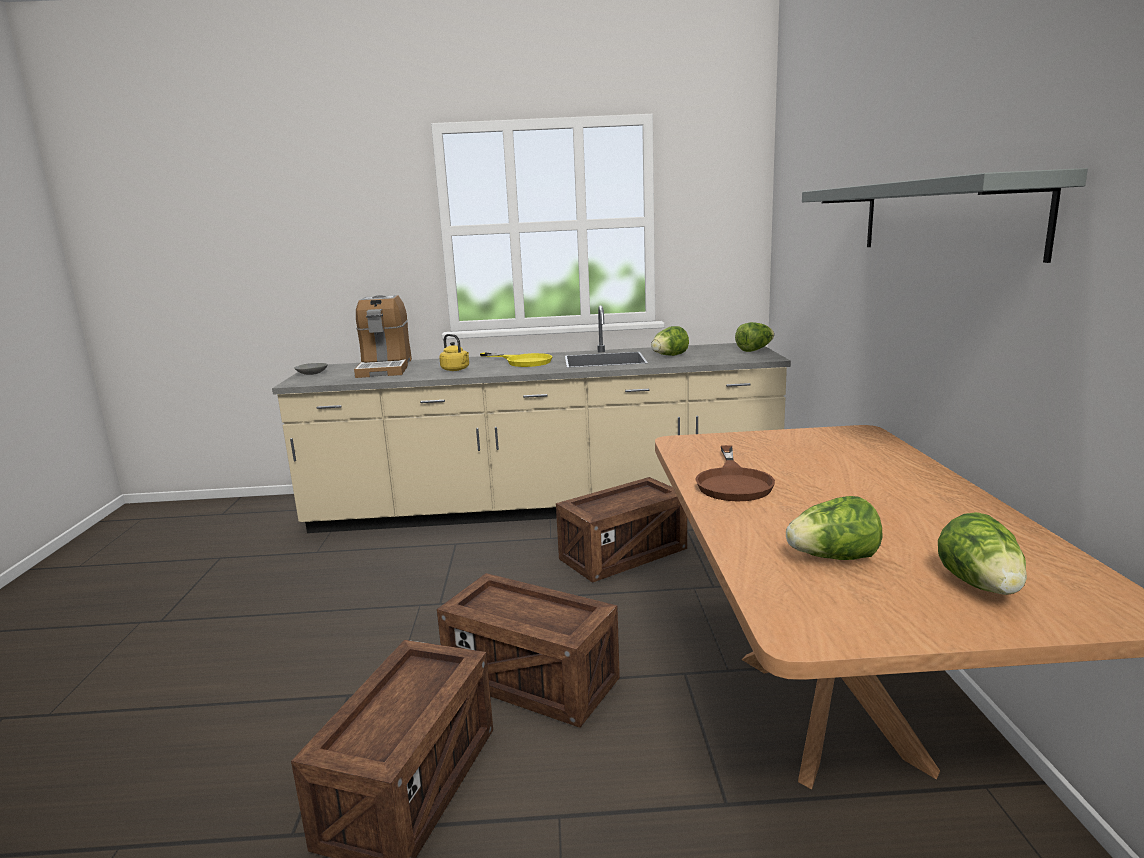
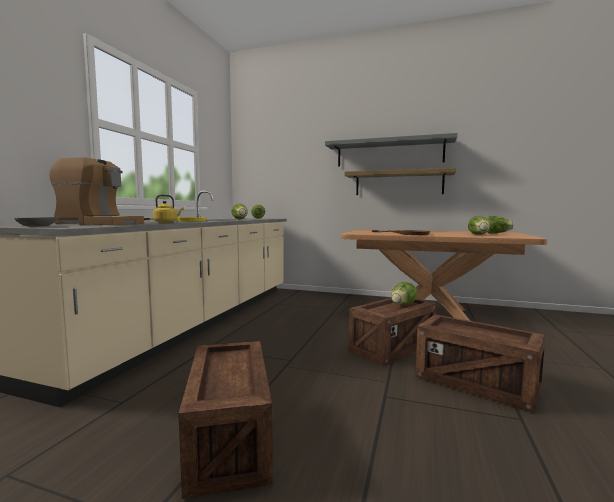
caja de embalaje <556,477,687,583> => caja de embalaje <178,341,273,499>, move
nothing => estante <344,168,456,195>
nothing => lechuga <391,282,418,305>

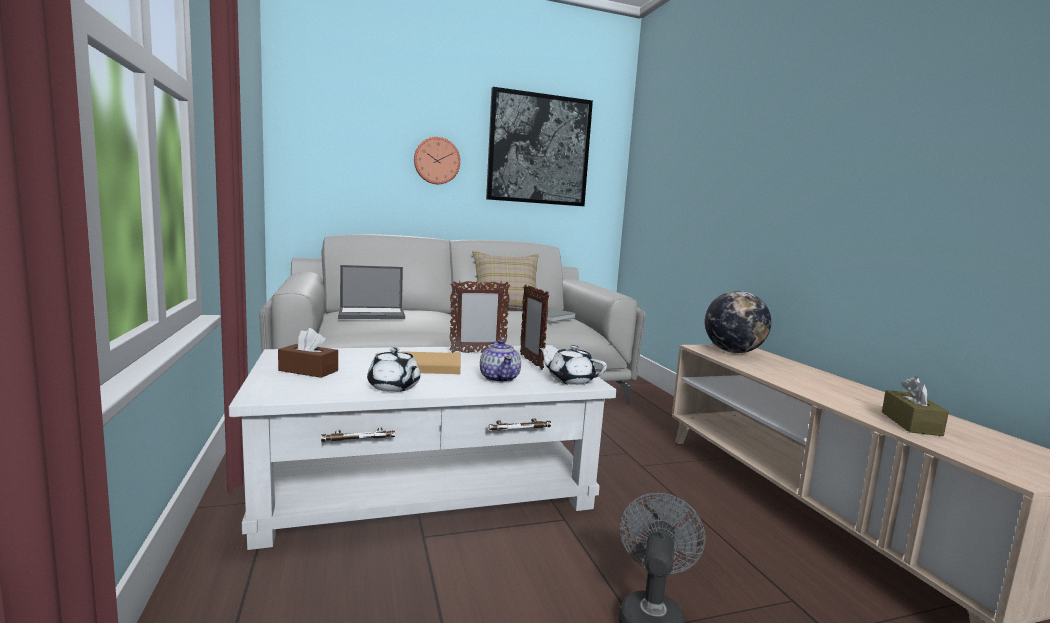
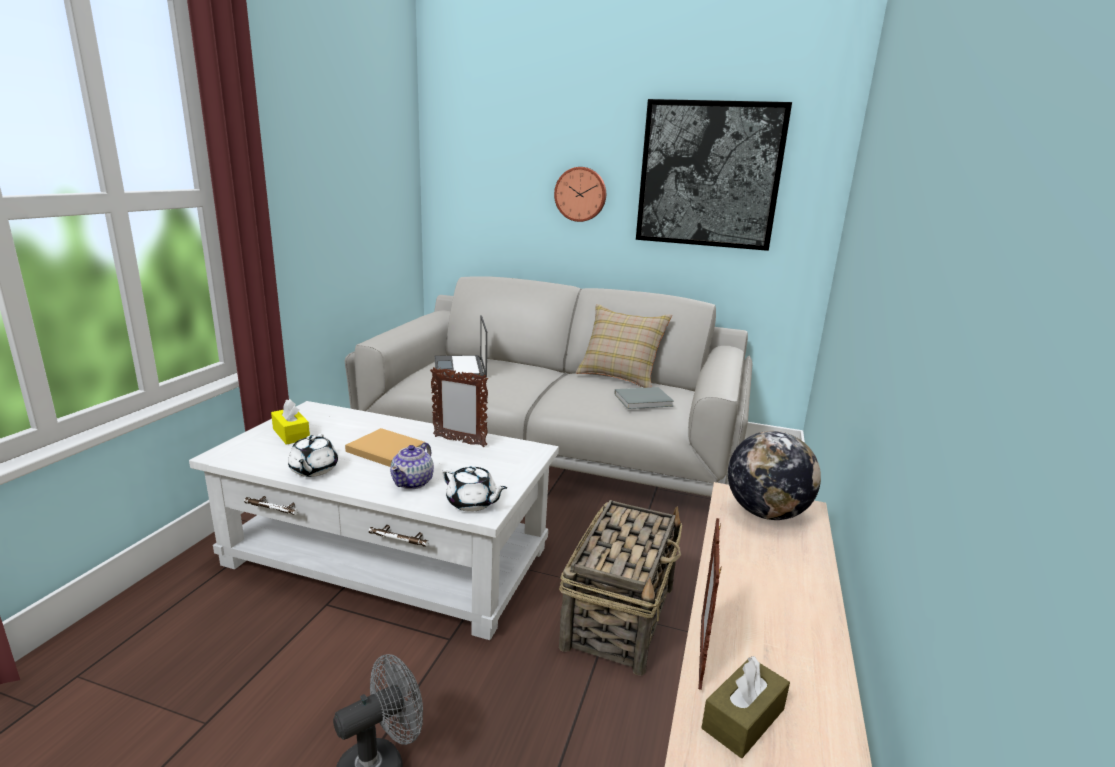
caja de pañuelos/marrón <278,328,338,378> => caja de pañuelos/amarillo <271,399,310,445>
portátil <338,265,405,319> => portátil <435,315,487,378>, 60 degrees clockwise
portarretratos <520,284,549,370> => portarretratos <698,518,722,690>, move
tetera/blanco <538,345,607,385> => tetera/blanco <442,466,507,512>, 150 degrees clockwise
nothing => cesta <559,500,682,676>

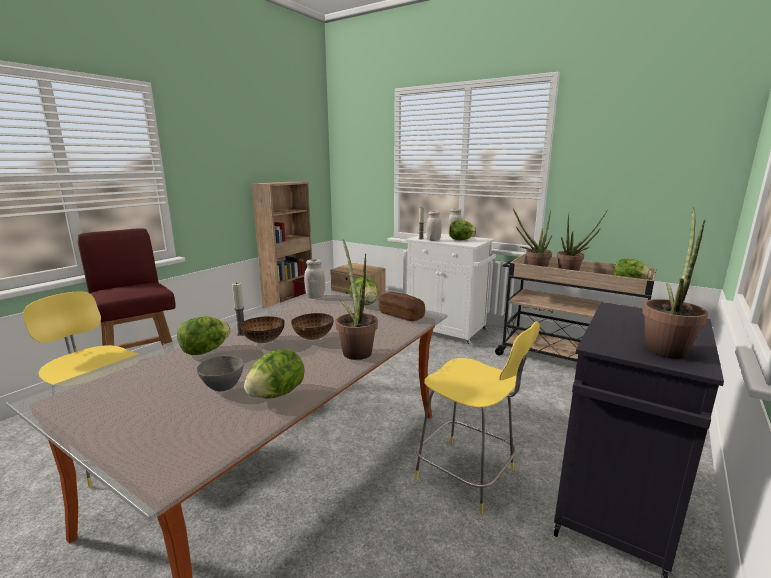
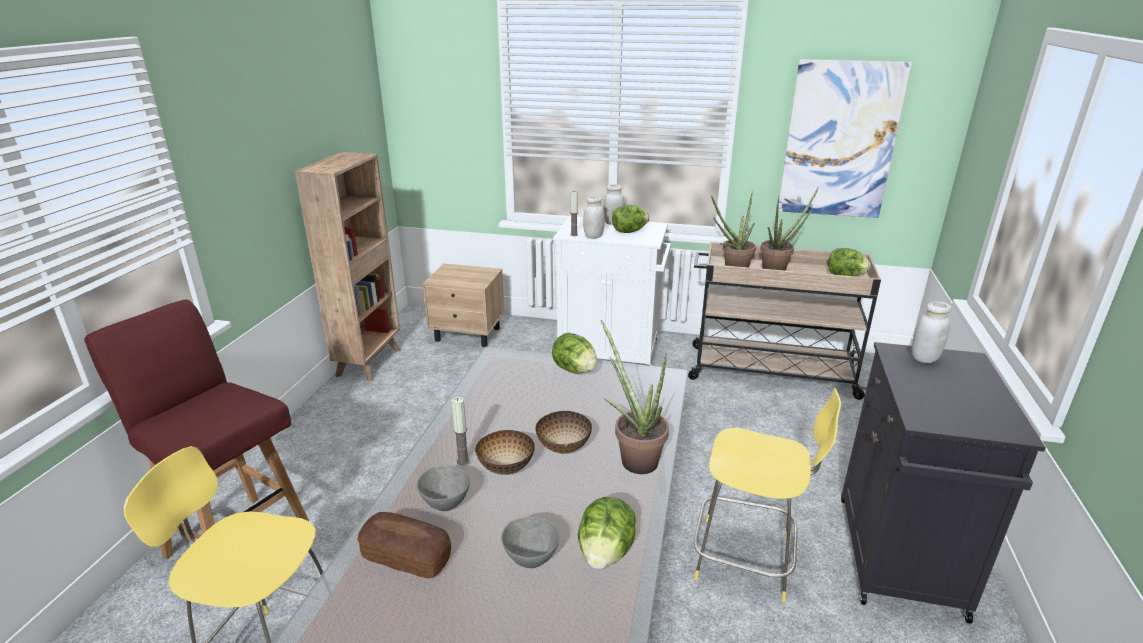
lechuga <177,316,231,355> => cuenco/gris <417,466,470,511>
tarro/blanco <304,259,325,298> => tarro/blanco <912,301,951,363>, move
pan <379,292,425,321> => pan <357,512,451,578>, move
planta en maceta <642,207,708,359> => nothing
nothing => cuadro <778,59,912,218>

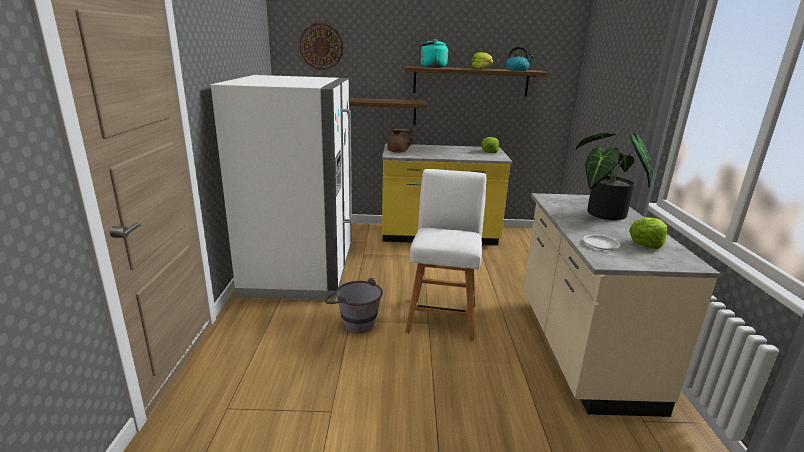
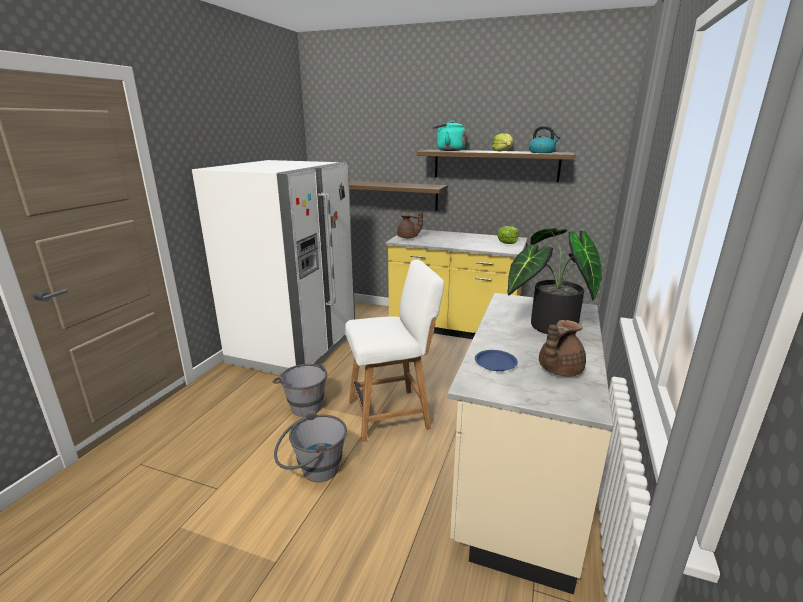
reloj de pared <299,23,343,70> => nothing
silla/blanco <405,169,487,341> => silla/blanco <345,260,444,442>, 45 degrees clockwise
plato/blanco <583,235,621,250> => plato/azul <475,350,518,371>
lechuga <629,217,667,249> => tetera/marrón <539,320,586,377>
nothing => cubo/gris <274,411,347,482>

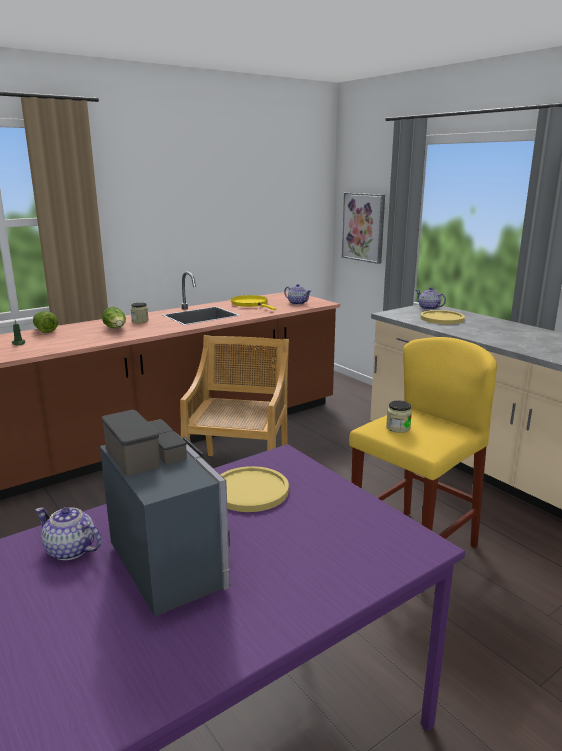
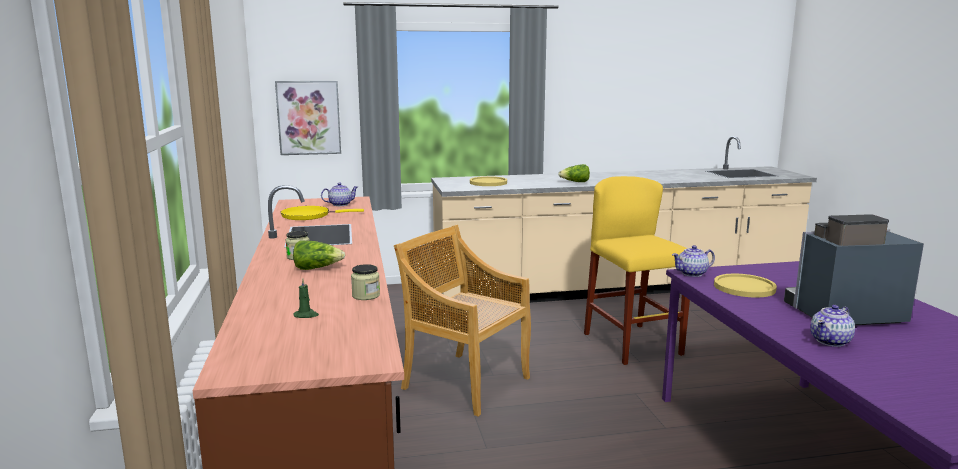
lechuga <33,311,58,333> => lechuga <558,164,590,182>, move
tarro <386,400,412,433> => tarro <351,264,380,300>, move
tetera <415,287,446,310> => tetera <672,245,715,277>, move

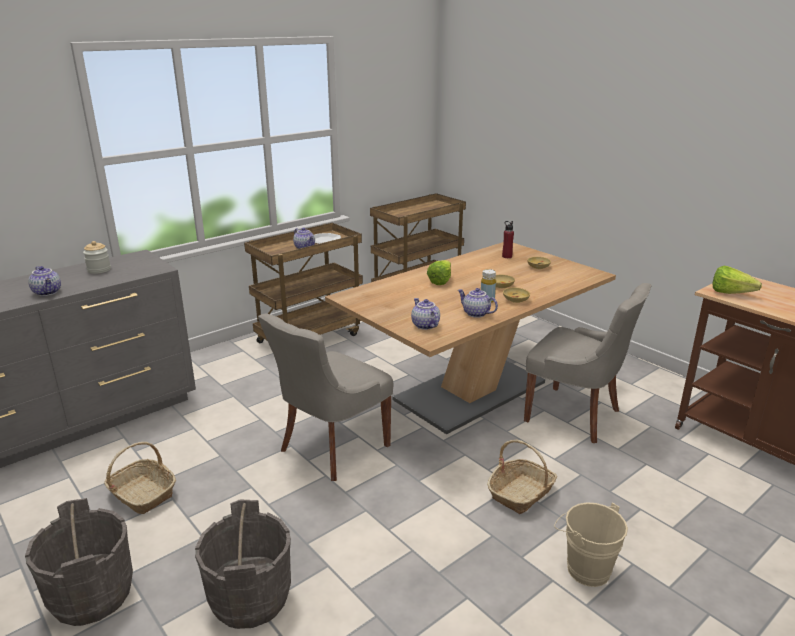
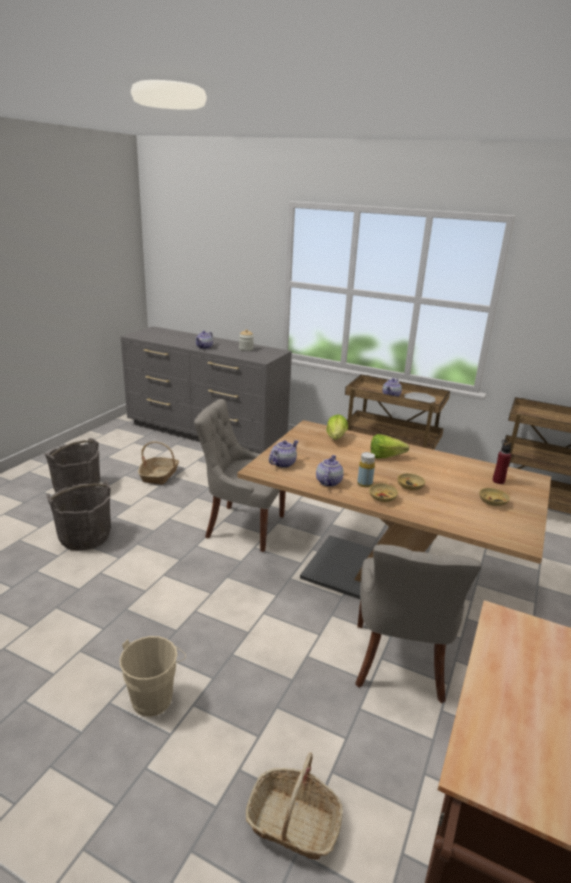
cesta <487,439,557,514> => cesta <246,752,343,860>, move
lechuga <713,266,762,294> => lechuga <326,414,348,440>, move

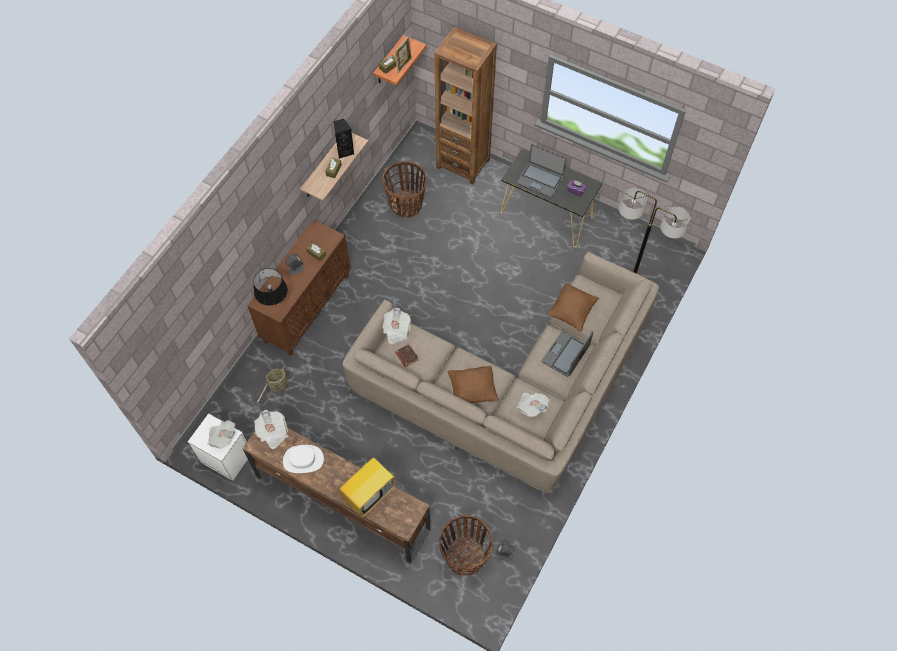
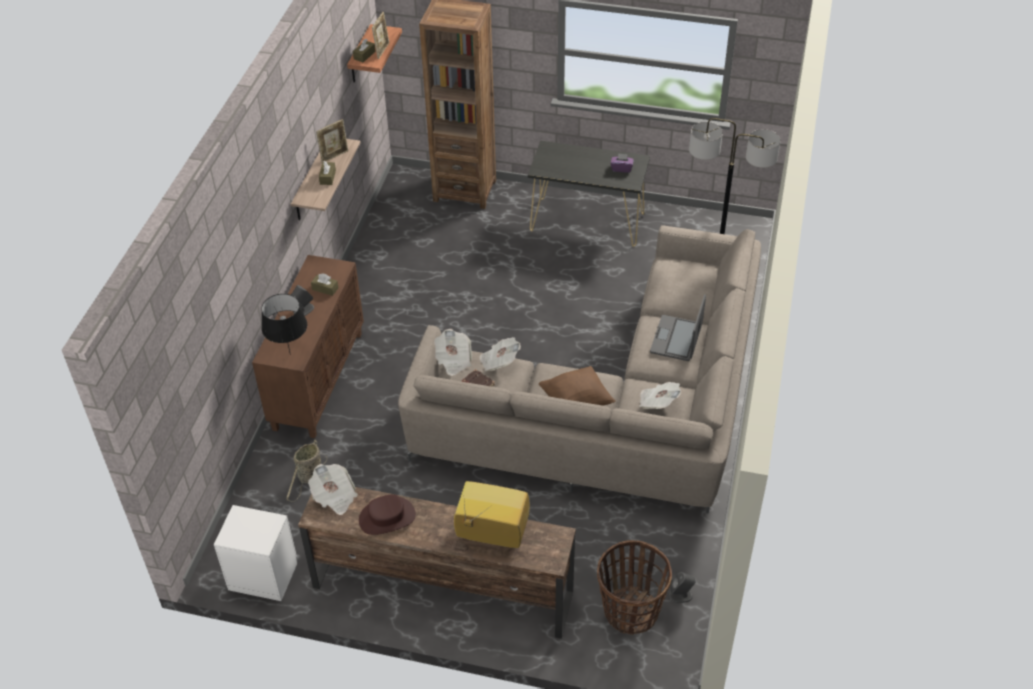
periódico <208,420,236,449> => periódico <479,337,521,372>, move
sombrero/blanco <283,445,324,473> => sombrero/marrón <359,494,416,535>
altavoz/negro <333,119,354,159> => portarretratos <316,119,348,162>
televisor <340,455,396,518> => televisor <454,481,530,548>, 105 degrees counterclockwise
cesta <382,161,427,218> => nothing
portátil <517,144,567,198> => nothing
cojín/marrón <547,283,599,332> => nothing

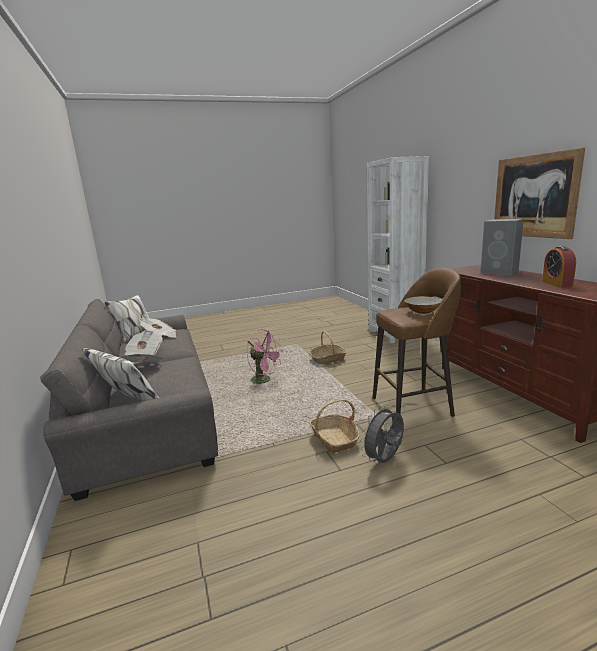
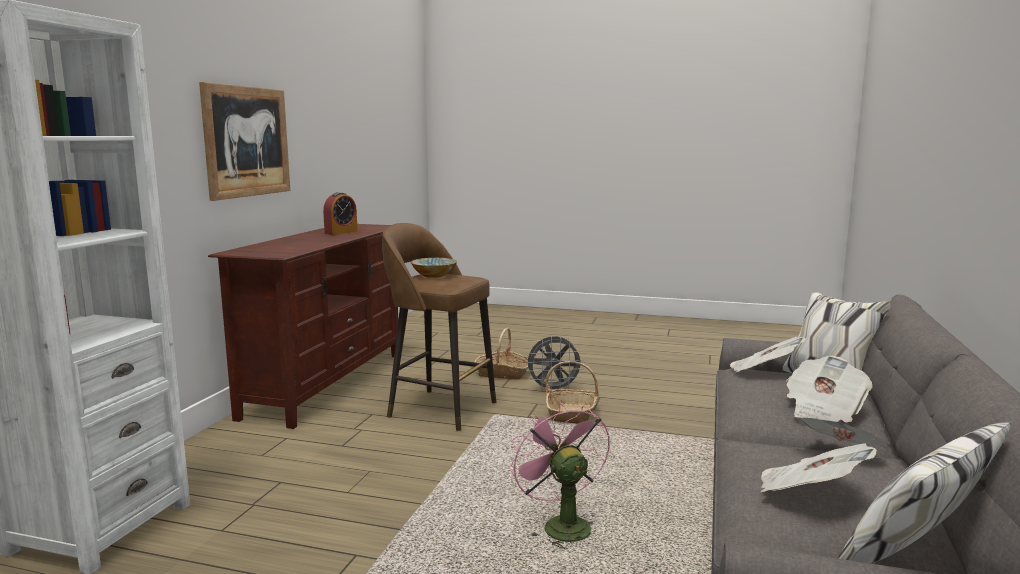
cesta <309,331,347,365> => cesta <474,328,528,380>, move
altavoz/gris <480,219,524,275> => nothing
nothing => periódico <730,337,806,372>

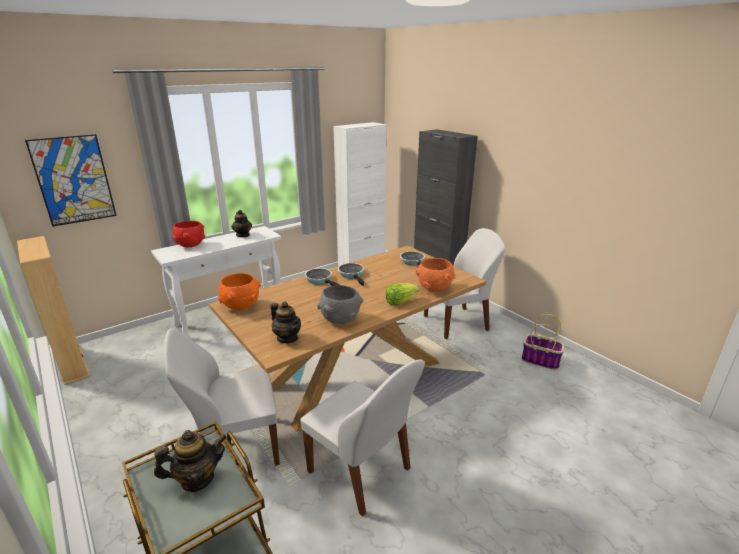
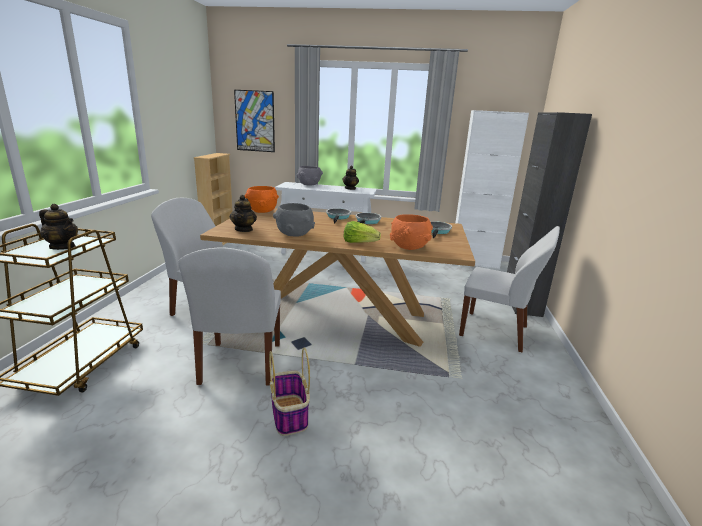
cuenco/rojo <172,221,205,247> => cuenco/gris <297,166,323,186>
cesta <521,314,564,370> => cesta <269,347,310,436>, move

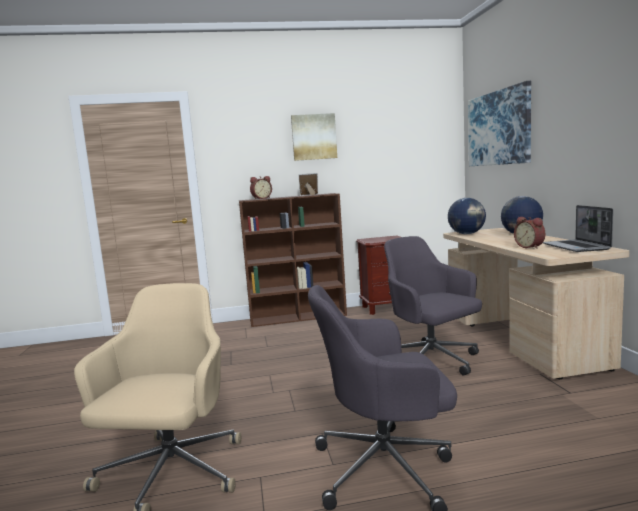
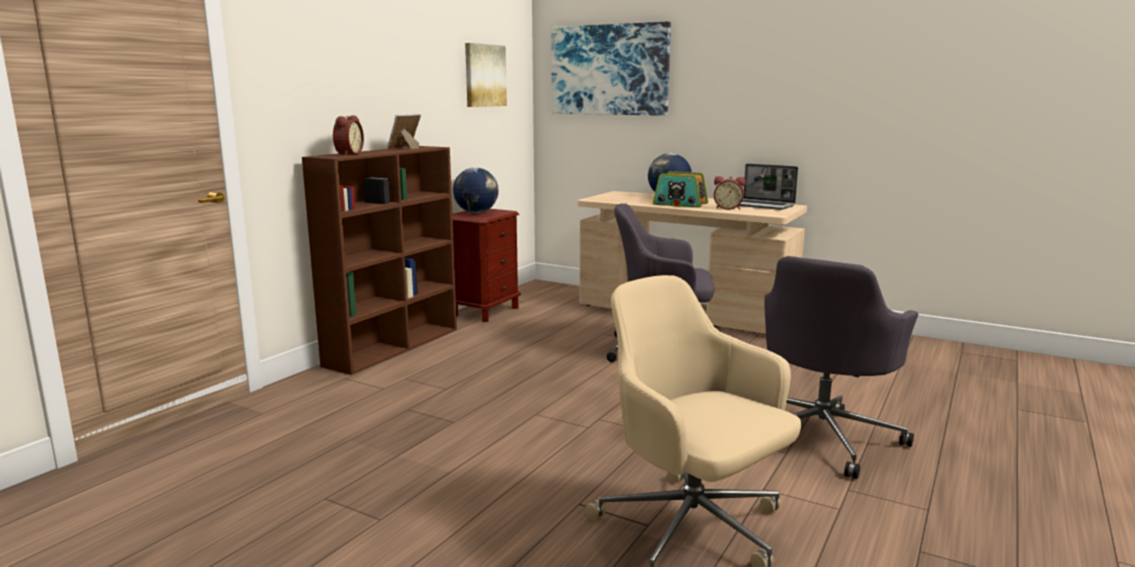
cuadro <291,113,337,161> => cuadro <465,43,507,107>, move
globo terráqueo <448,198,486,234> => globo terráqueo <453,168,499,213>, move
nothing => radio <653,171,708,208>

